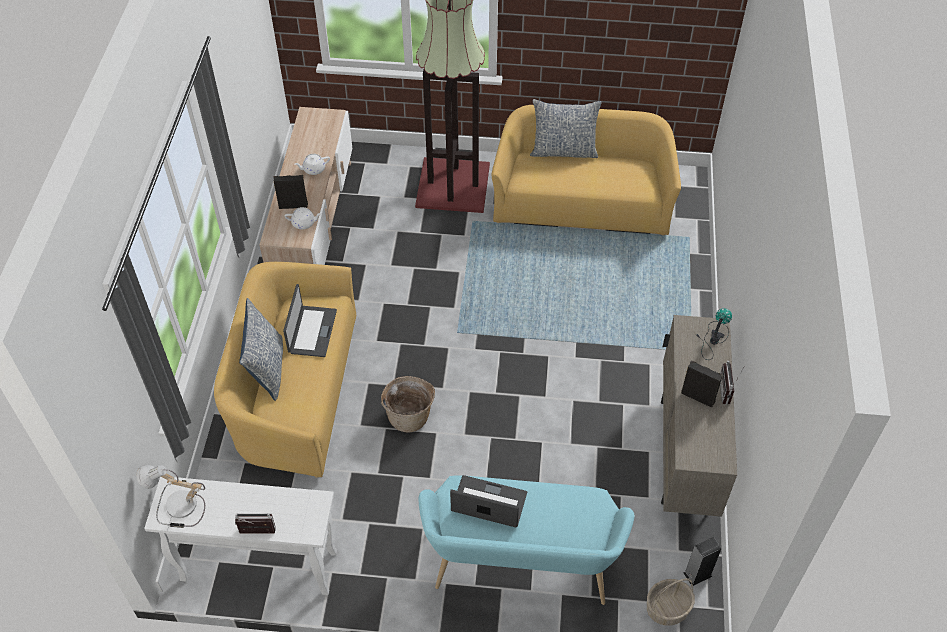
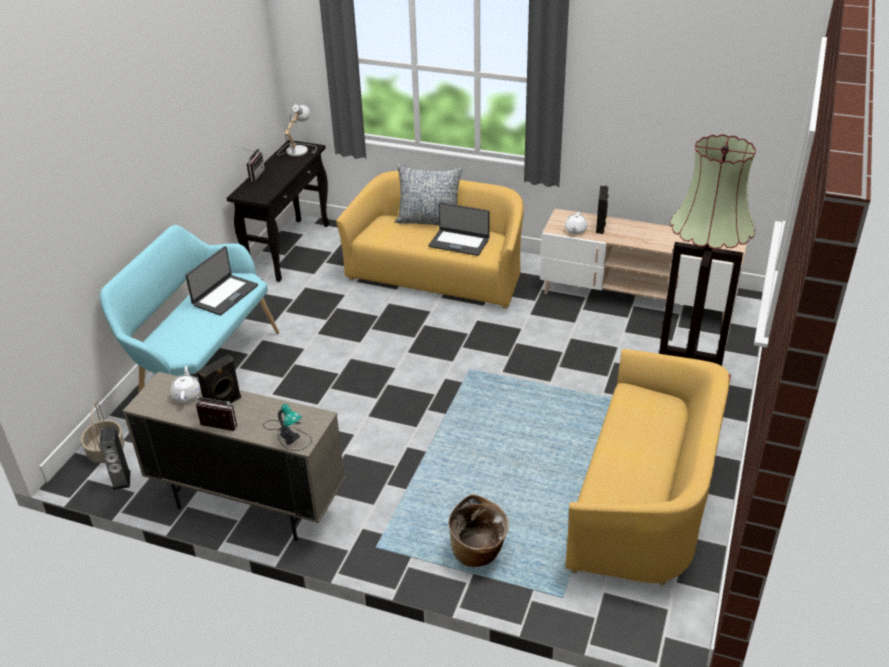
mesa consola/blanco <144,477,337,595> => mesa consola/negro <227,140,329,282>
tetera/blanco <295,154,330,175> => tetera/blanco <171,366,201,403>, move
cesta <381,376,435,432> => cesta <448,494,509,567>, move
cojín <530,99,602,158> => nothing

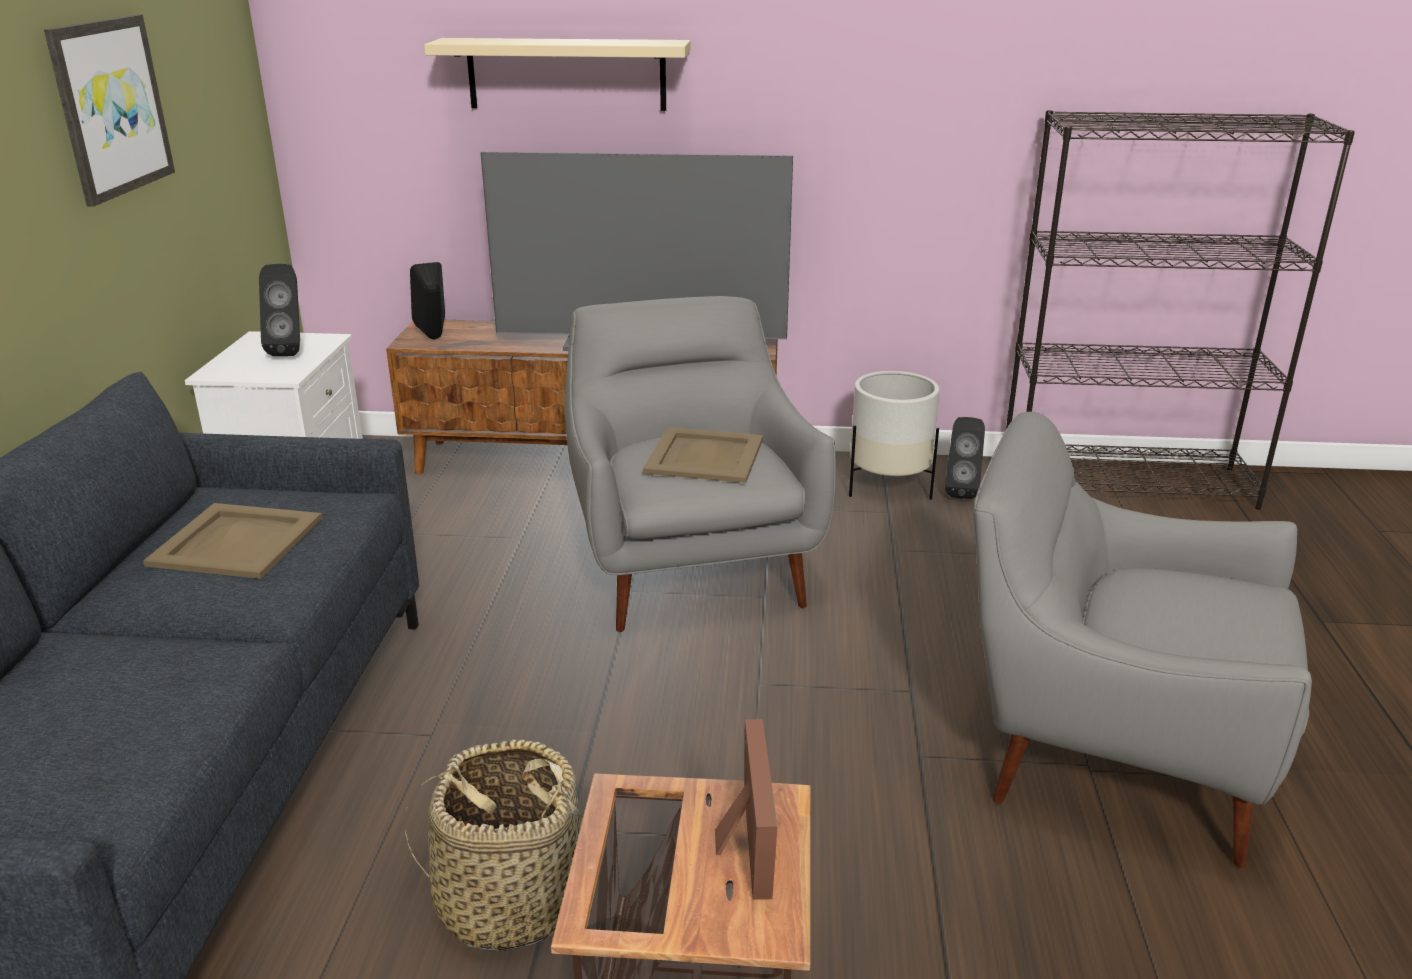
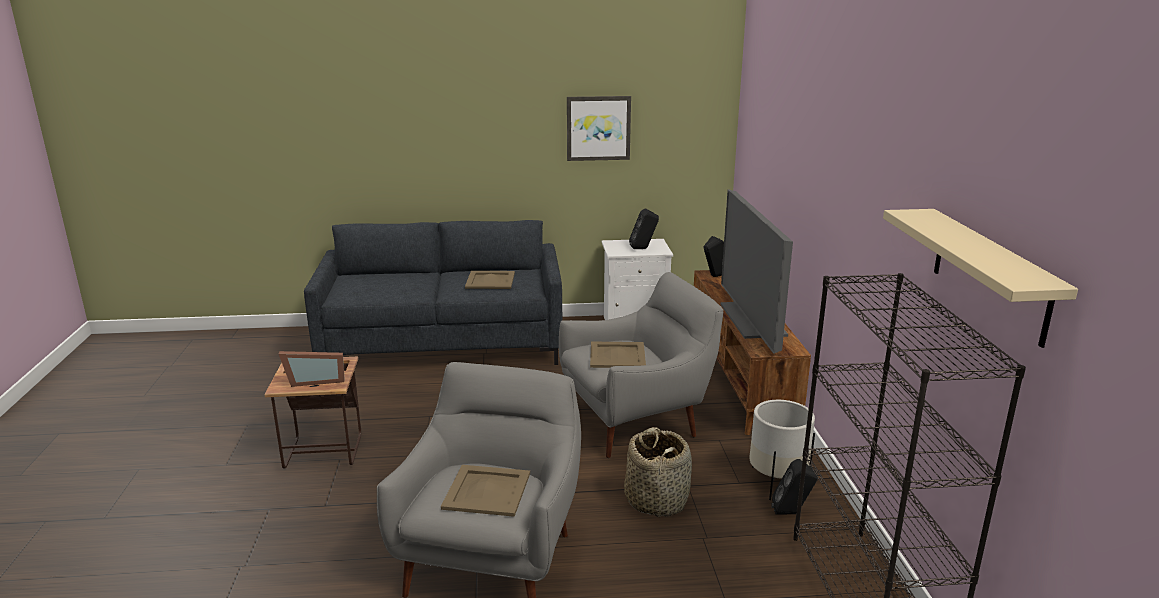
cesta <405,740,583,951> => cesta <624,427,692,517>, move
estante/beis <424,38,691,111> => estante/beis <883,209,1078,348>, move
nothing => bandeja/beis <441,465,530,517>

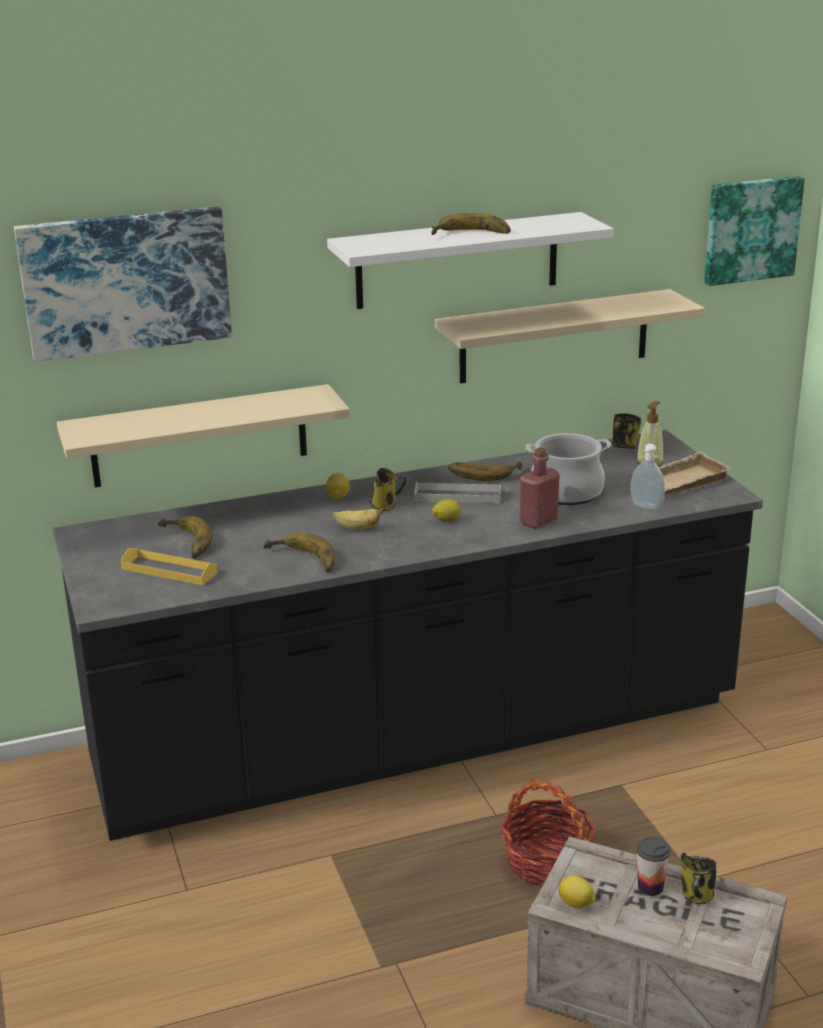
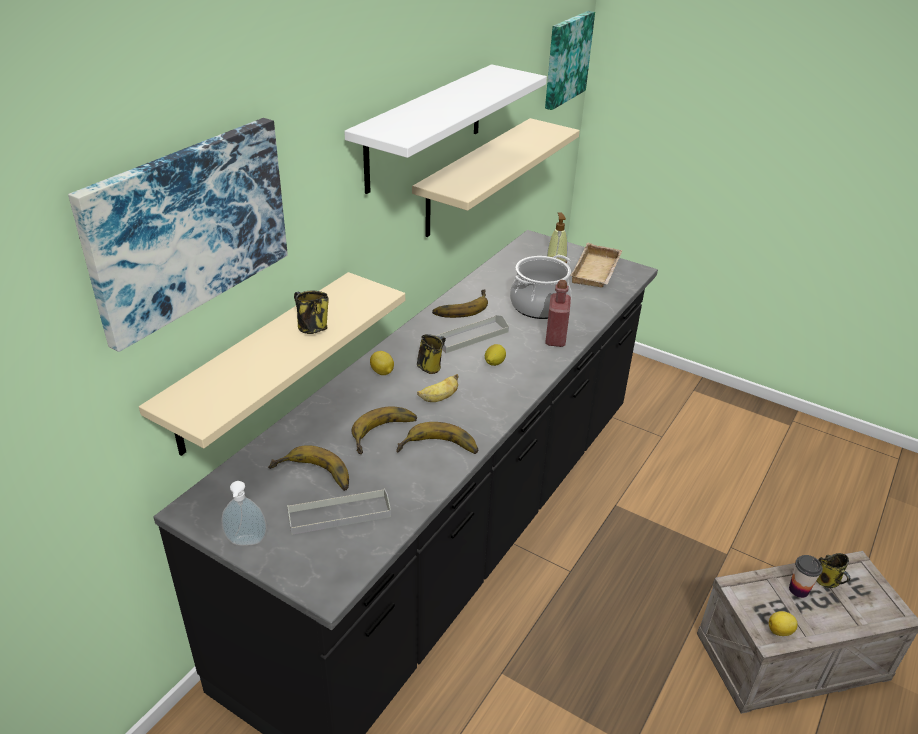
bandeja/amarillo <120,548,218,585> => bandeja/gris <287,488,391,535>
plátano <431,213,511,235> => plátano <351,407,417,454>, move
cesta <501,780,596,886> => nothing
taza grande <612,413,641,449> => taza grande <294,291,329,334>, move
dispensador de jabón <631,444,665,510> => dispensador de jabón <222,481,267,546>, move

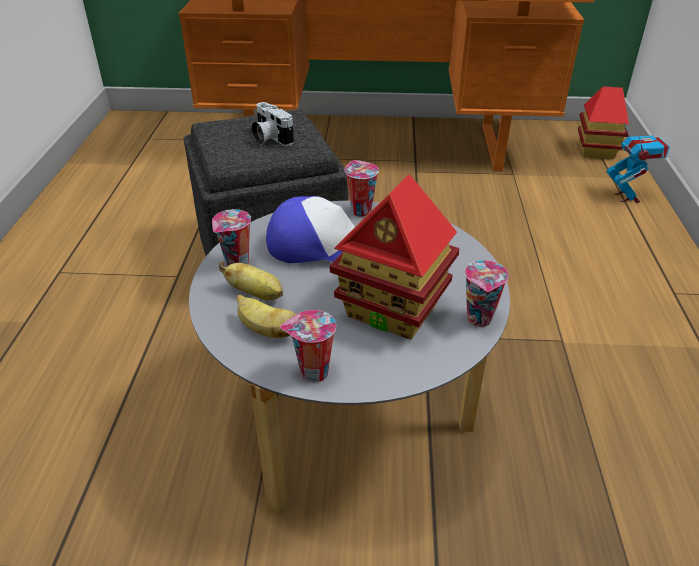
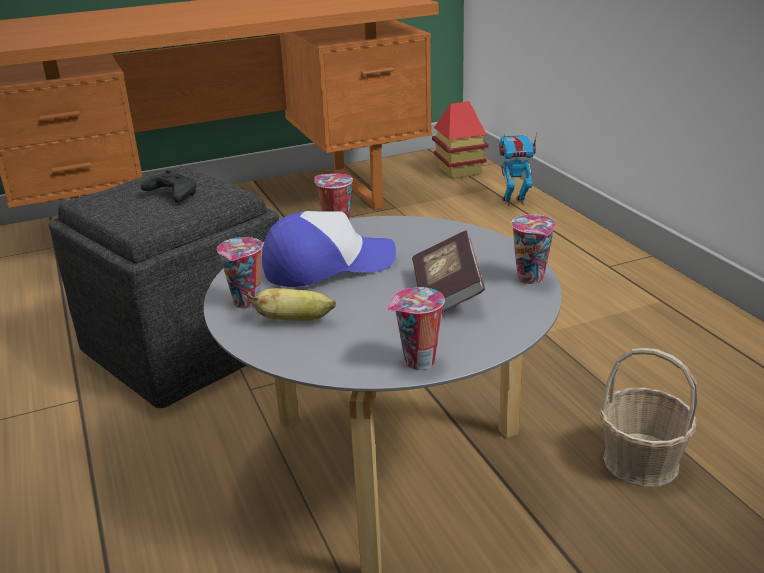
plátano <237,294,296,338> => nothing
cámara <252,102,294,146> => mando de consola/negro <141,170,197,202>
casita <330,175,459,340> => libro <412,231,485,312>
robot de juguete <607,123,670,203> => robot de juguete <499,133,537,206>, 60 degrees counterclockwise
nothing => cesta <599,348,698,487>

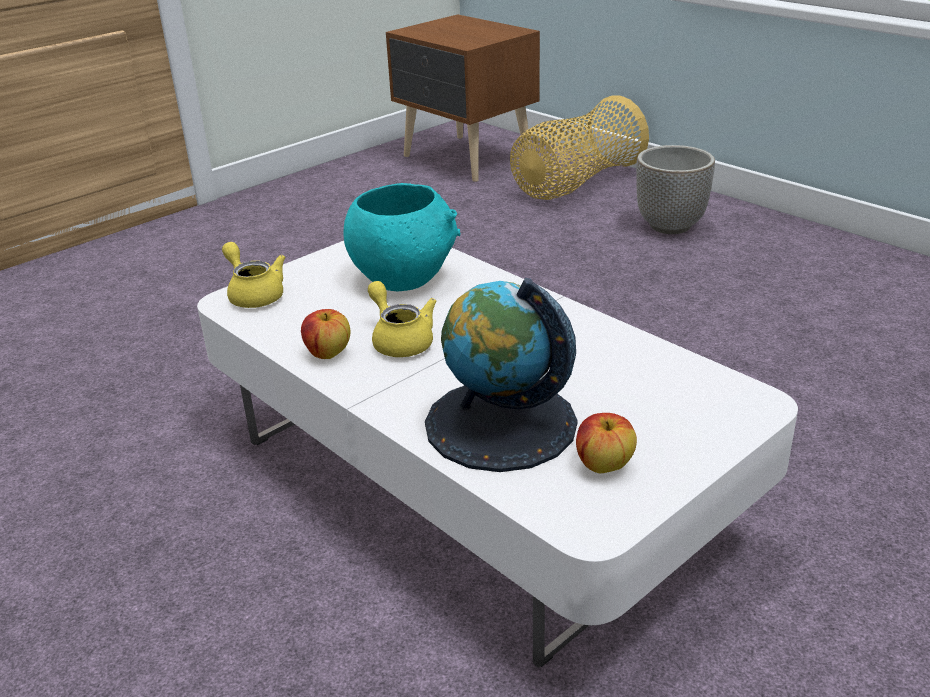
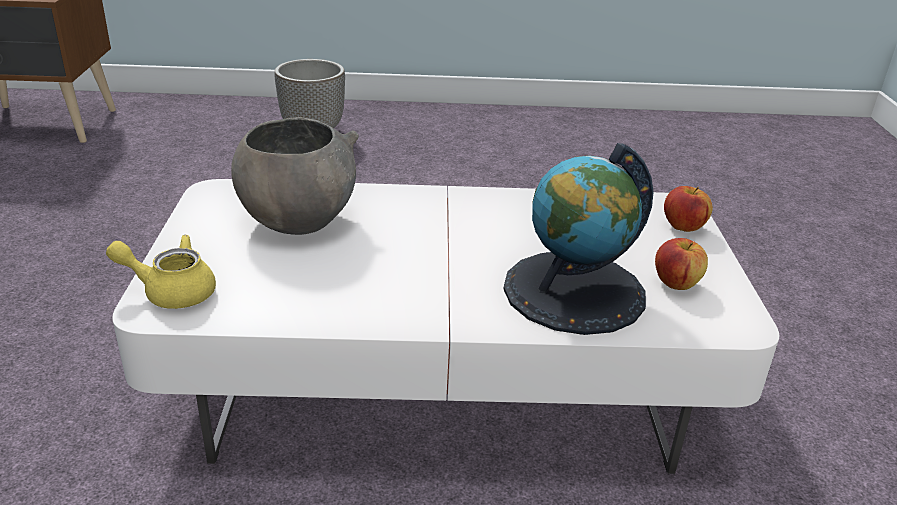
manzana <301,309,350,359> => manzana <664,186,713,232>, move
cuenco/turquesa <343,183,460,291> => cuenco/gris <231,117,359,235>
tetera/amarillo <368,281,437,357> => nothing
cesta <510,95,649,200> => nothing

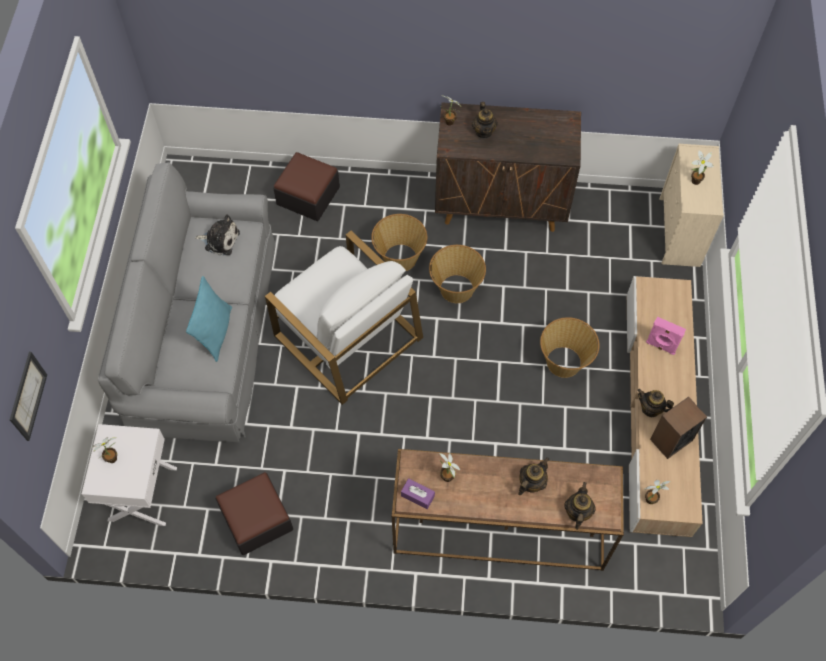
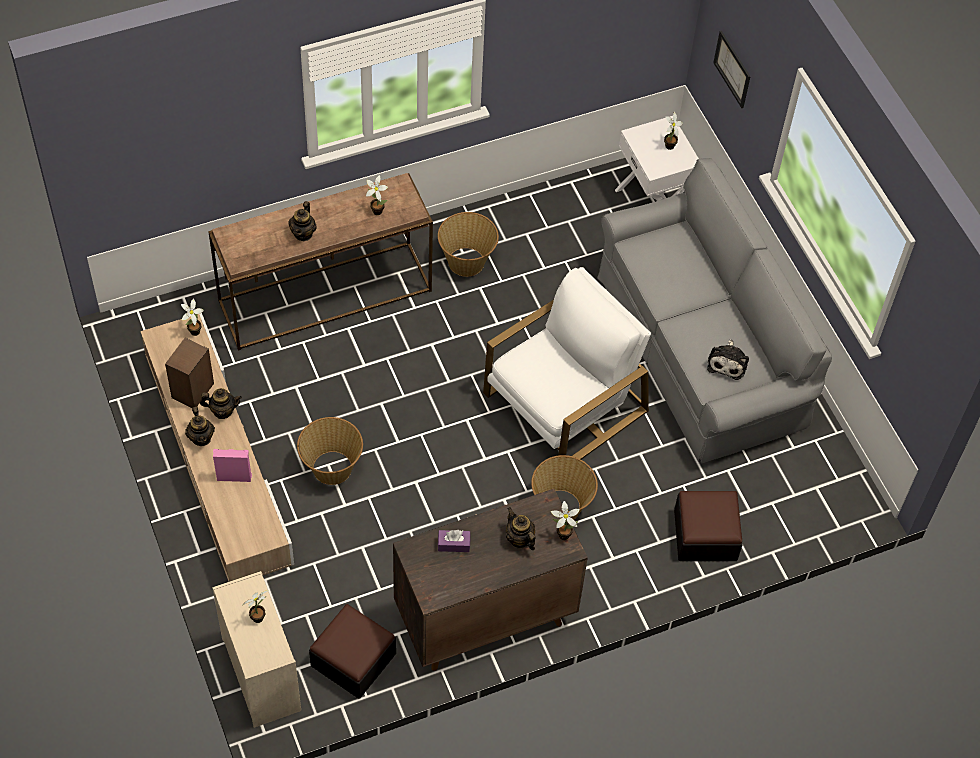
cojín/turquesa <186,276,232,362> => nothing
peluche <195,214,240,255> => peluche <707,339,749,380>, 60 degrees counterclockwise
puf <216,472,293,555> => puf <309,604,396,699>, move
sillón/blanco <265,230,423,405> => sillón/blanco <483,267,651,461>, 120 degrees clockwise
caja de pañuelos/morado <401,478,435,509> => caja de pañuelos/morado <438,530,471,552>, move
cesta <429,245,486,303> => cesta <438,212,499,277>, move
tetera <564,482,596,530> => tetera <185,407,215,446>, move

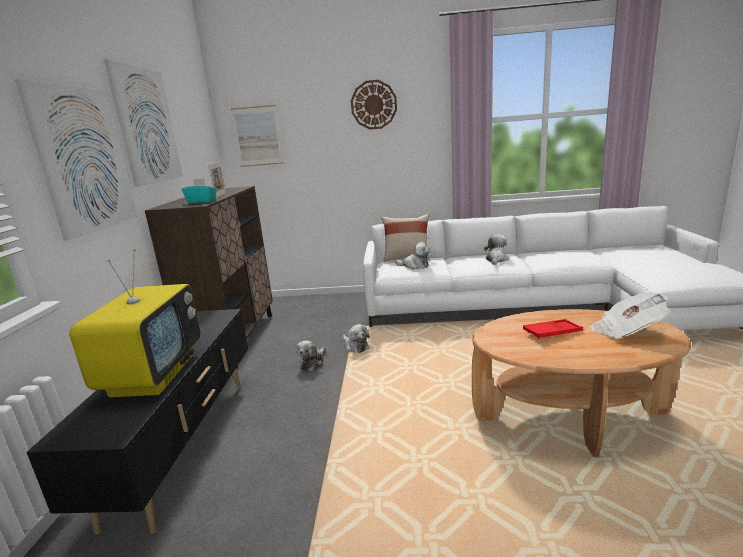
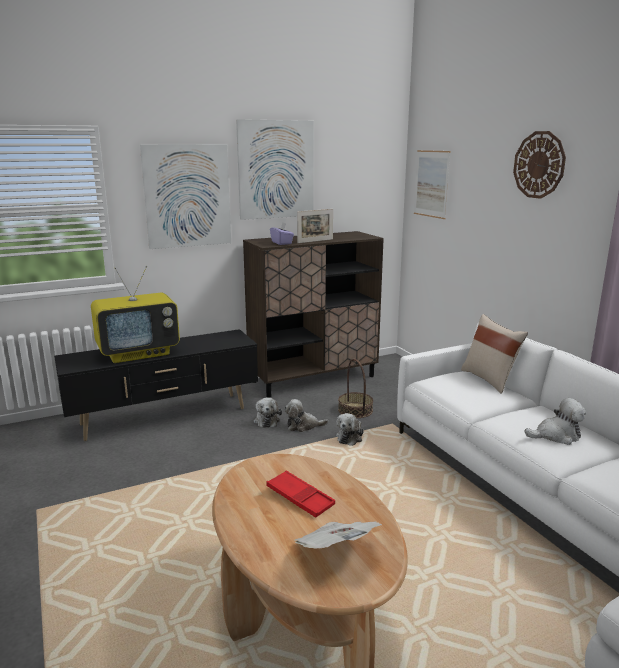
caja de pañuelos/turquesa <182,178,217,203> => caja de pañuelos/morado <270,223,294,245>
peluche <395,242,430,270> => peluche <254,397,282,428>, move
nothing => cesta <338,359,373,418>

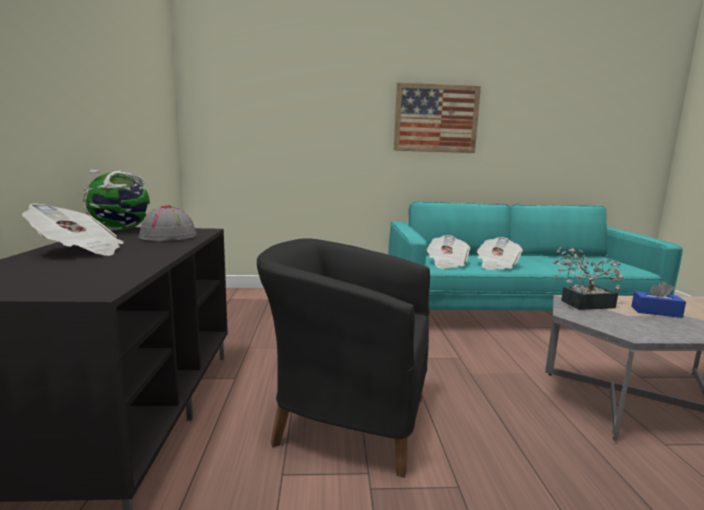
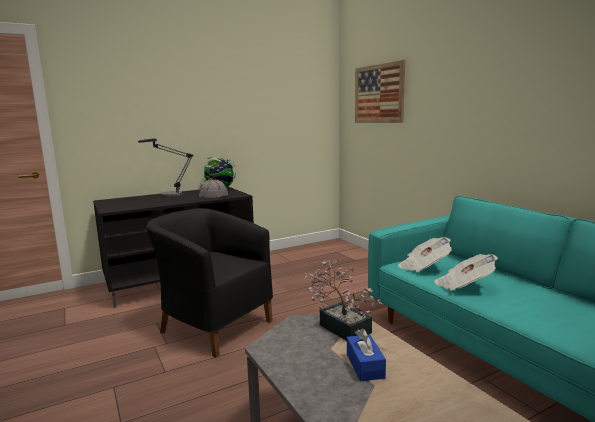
periódico <22,203,123,256> => lámpara de mesa <138,138,193,197>
sillón/negro <257,238,430,478> => sillón/negro <146,208,273,357>, 45 degrees counterclockwise
cuadro <394,82,481,153> => cuadro <355,60,405,123>, move

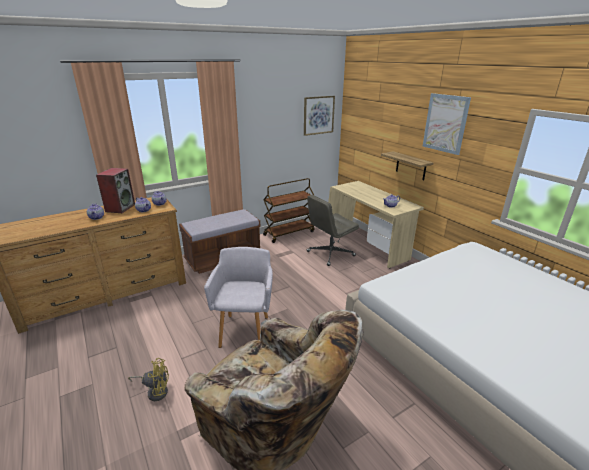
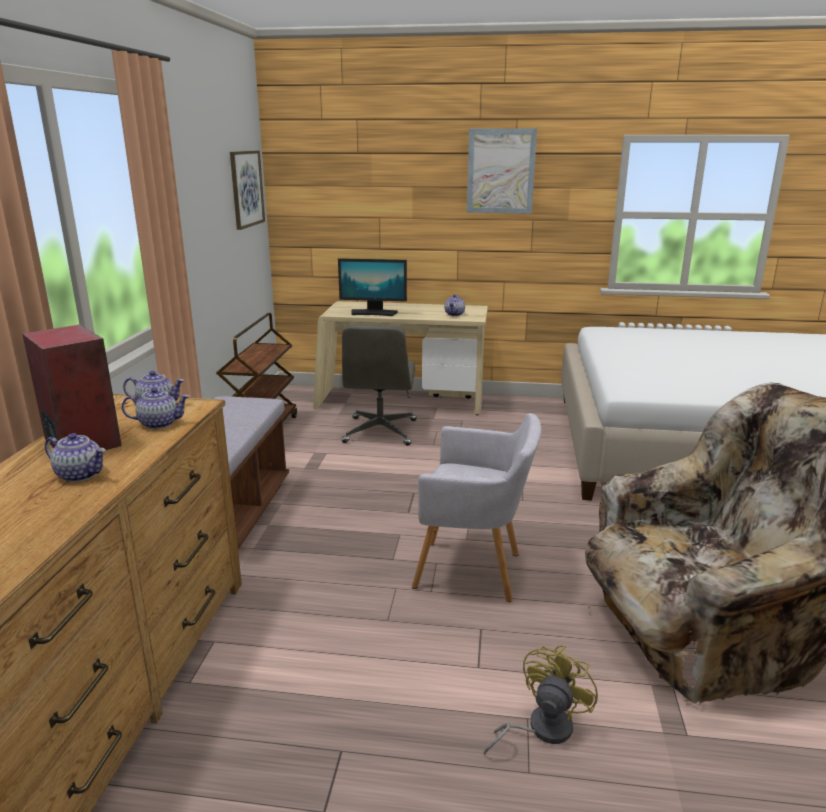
sillón/gris <204,247,273,348> => sillón/gris <412,413,541,602>, 150 degrees clockwise
estante <381,151,433,180> => nothing
nothing => monitor <338,258,407,316>

